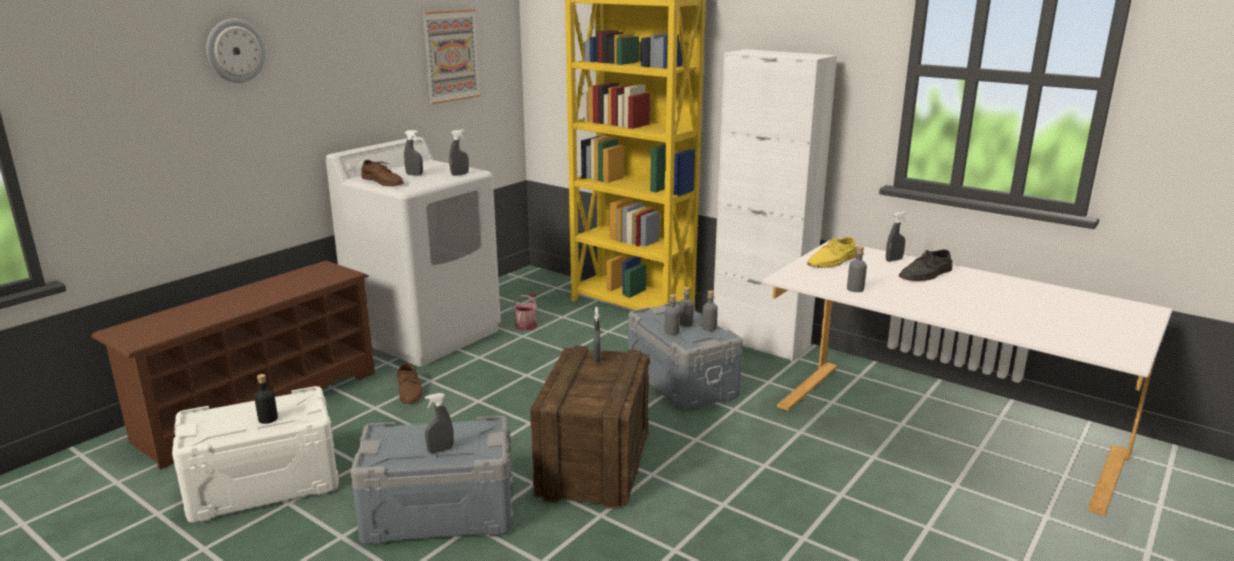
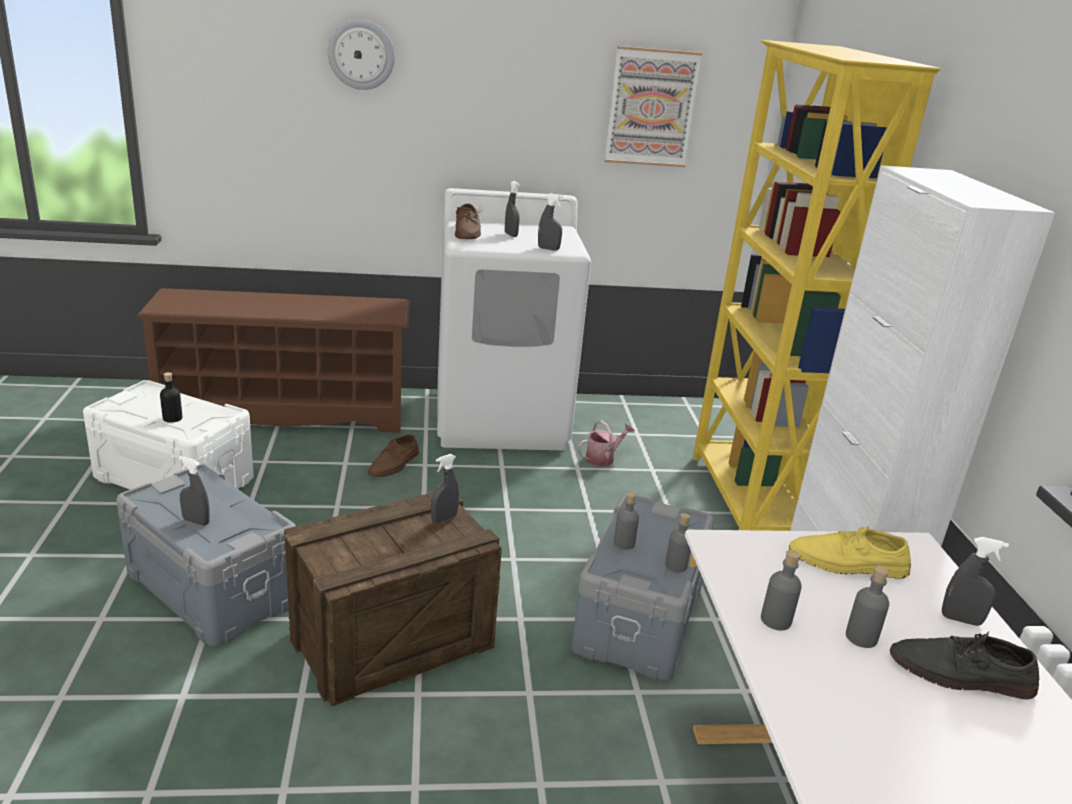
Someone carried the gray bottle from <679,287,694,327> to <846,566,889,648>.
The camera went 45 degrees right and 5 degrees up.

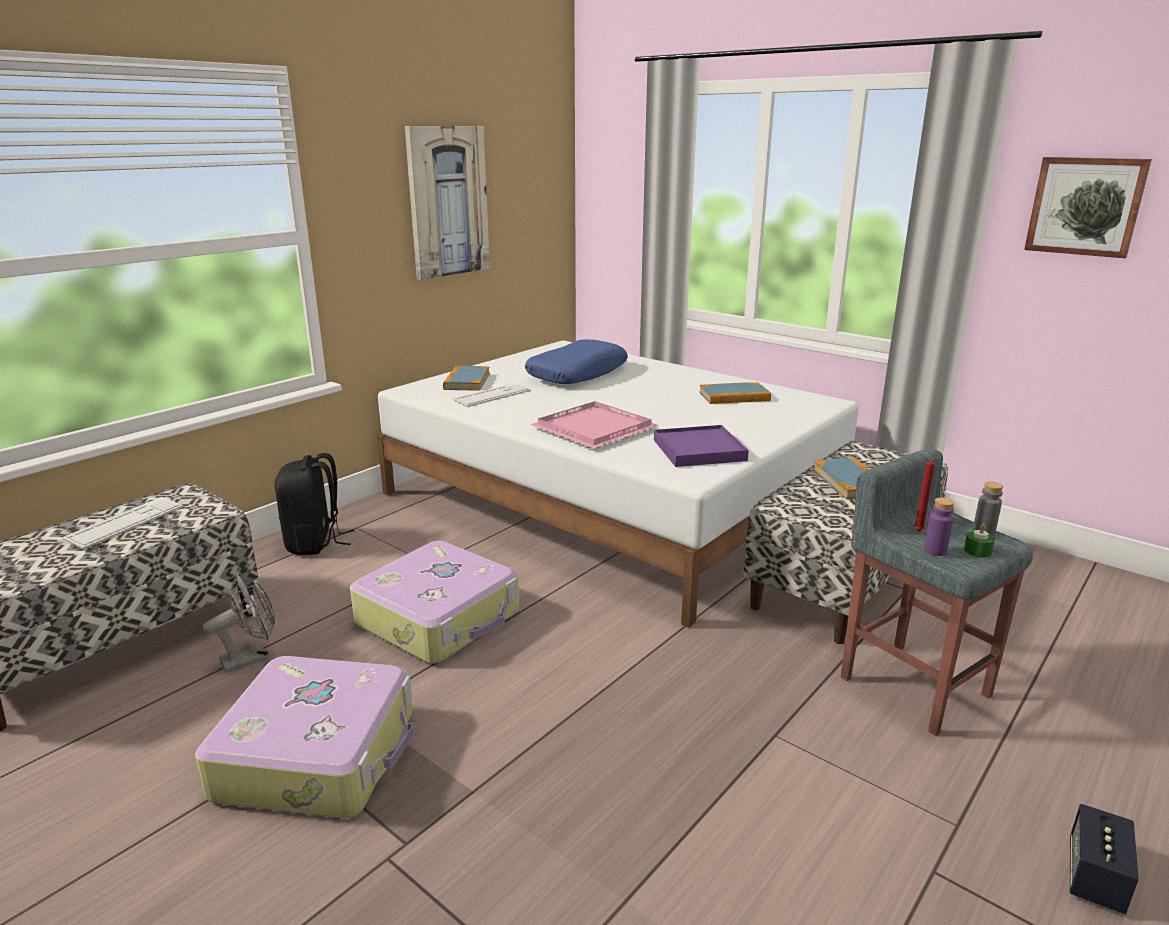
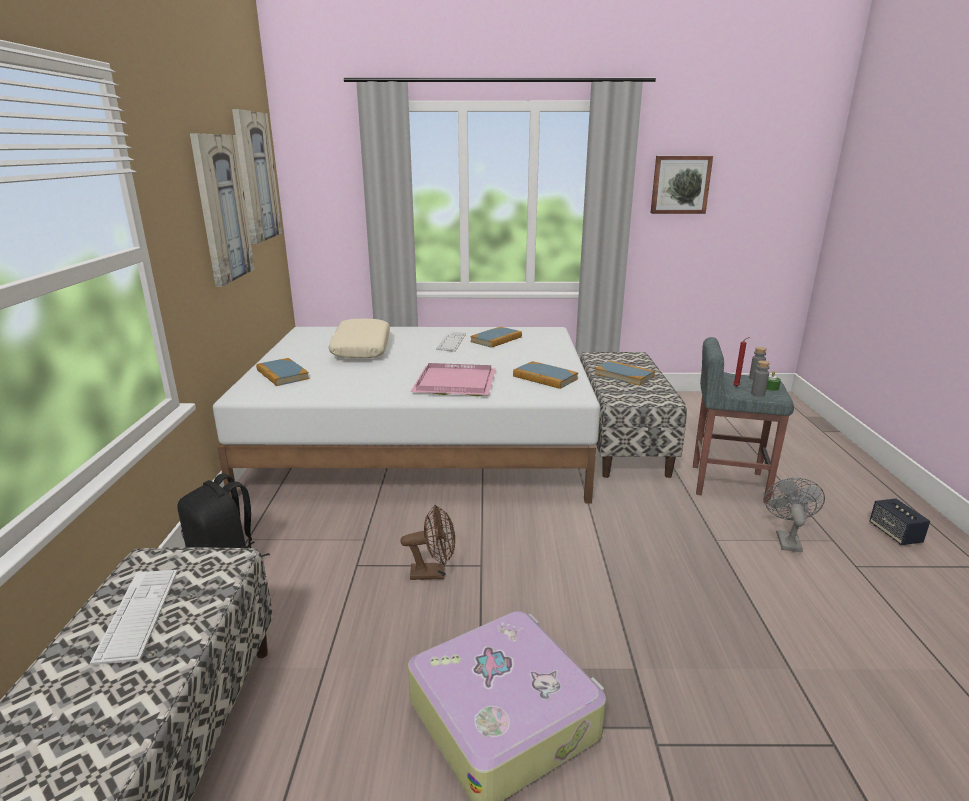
Someone put up the picture at <232,109,282,244>.
Someone repainted the blue pillow at <525,340,628,384>, which became the beige pillow at <329,319,390,358>.
Someone swapped the suitcase at <350,541,519,663> for the brown-coloured fan at <400,505,455,580>.
Someone carried the computer keyboard from <453,383,531,407> to <436,331,466,352>.
Someone swapped the purple-coloured tray at <654,425,749,467> for the volume at <513,361,578,389>.
Someone repainted the purple-coloured bottle at <924,497,954,556>, which became the gray bottle at <751,360,770,396>.
Someone carried the gray fan from <203,575,275,673> to <764,478,825,552>.
The camera went 40 degrees left and 0 degrees up.

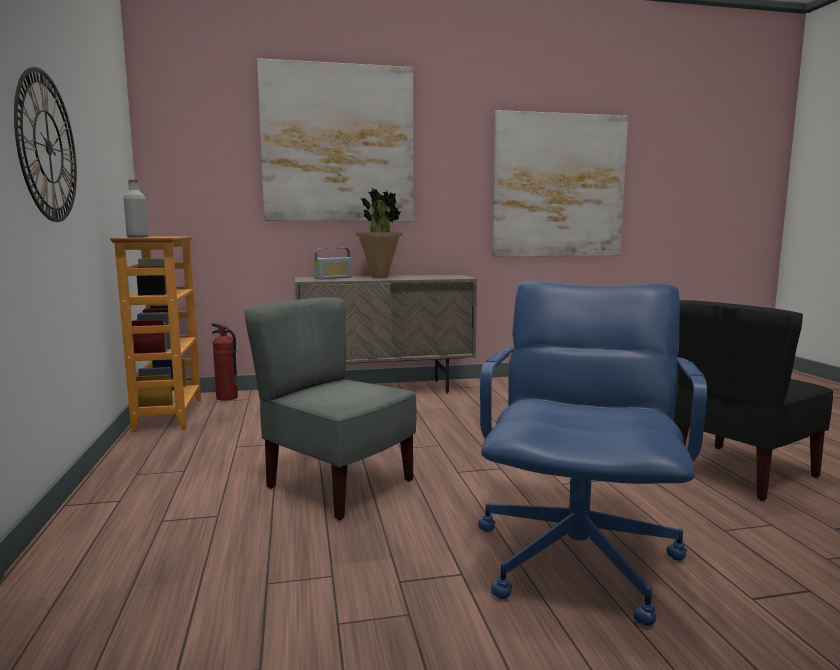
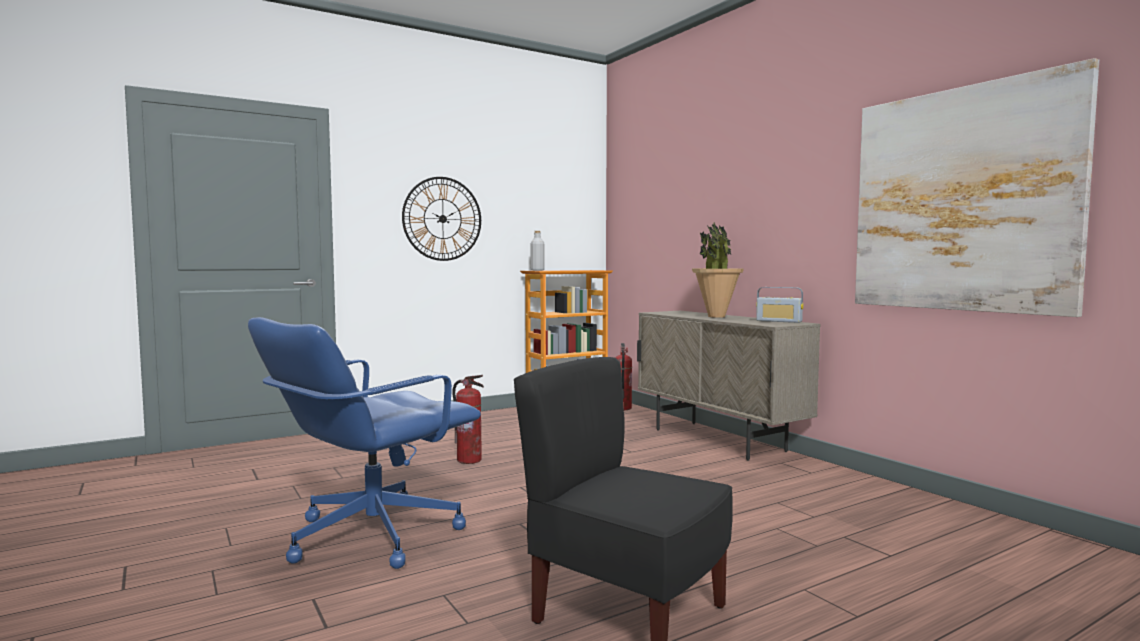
Someone rotated the blue desk chair at <478,281,707,626> by 135 degrees clockwise.
Someone swapped the gray chair at <244,297,417,520> for the fire extinguisher at <452,375,484,464>.
Someone carried the radio set from <314,248,352,280> to <756,287,804,323>.
Someone took away the picture at <257,58,413,221>.
The camera went 70 degrees right and 5 degrees down.

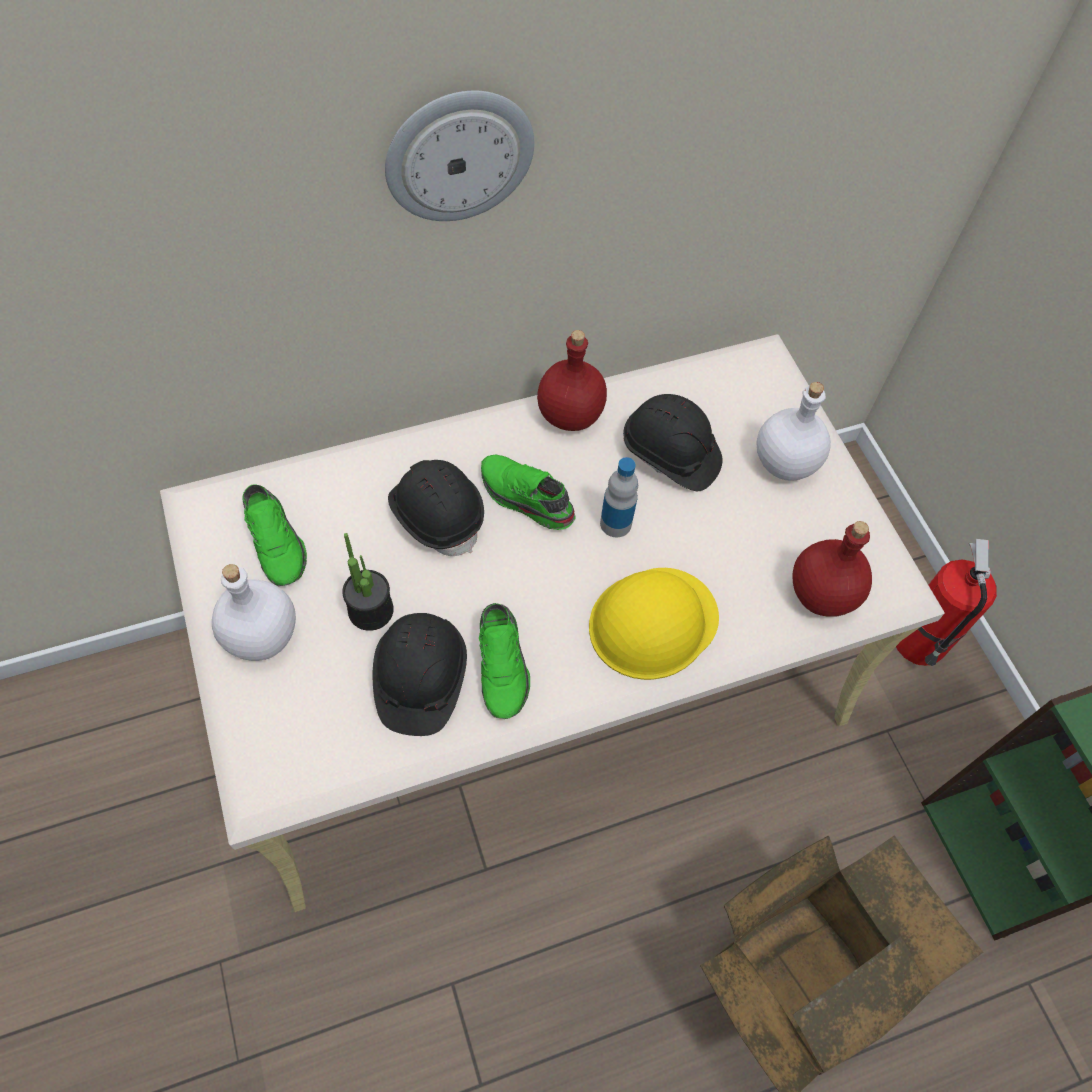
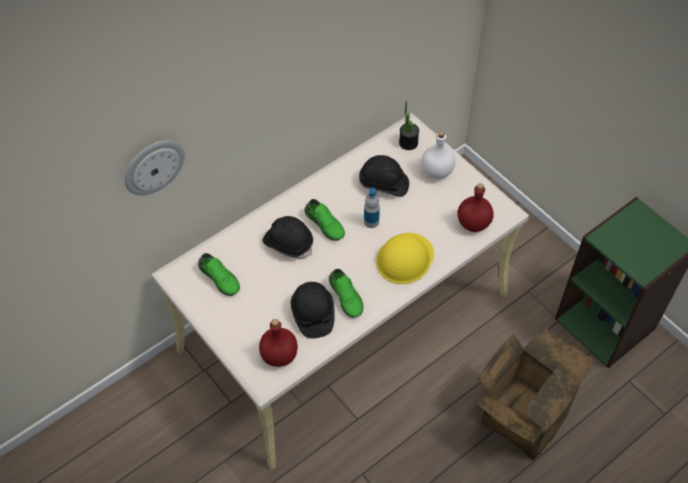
Someone carried the hanging clock from <385,91,534,221> to <124,140,185,195>.
Someone carried the reddish bottle from <537,330,607,431> to <259,319,298,367>.
Someone rotated the green item of footwear at <481,455,576,530> by 150 degrees counterclockwise.
Someone carried the houseplant from <342,533,394,631> to <399,101,419,150>.
Someone took away the white-coloured bottle at <212,564,296,661>.
Someone took away the fire extinguisher at <896,539,997,666>.
The camera went 15 degrees left and 5 degrees down.

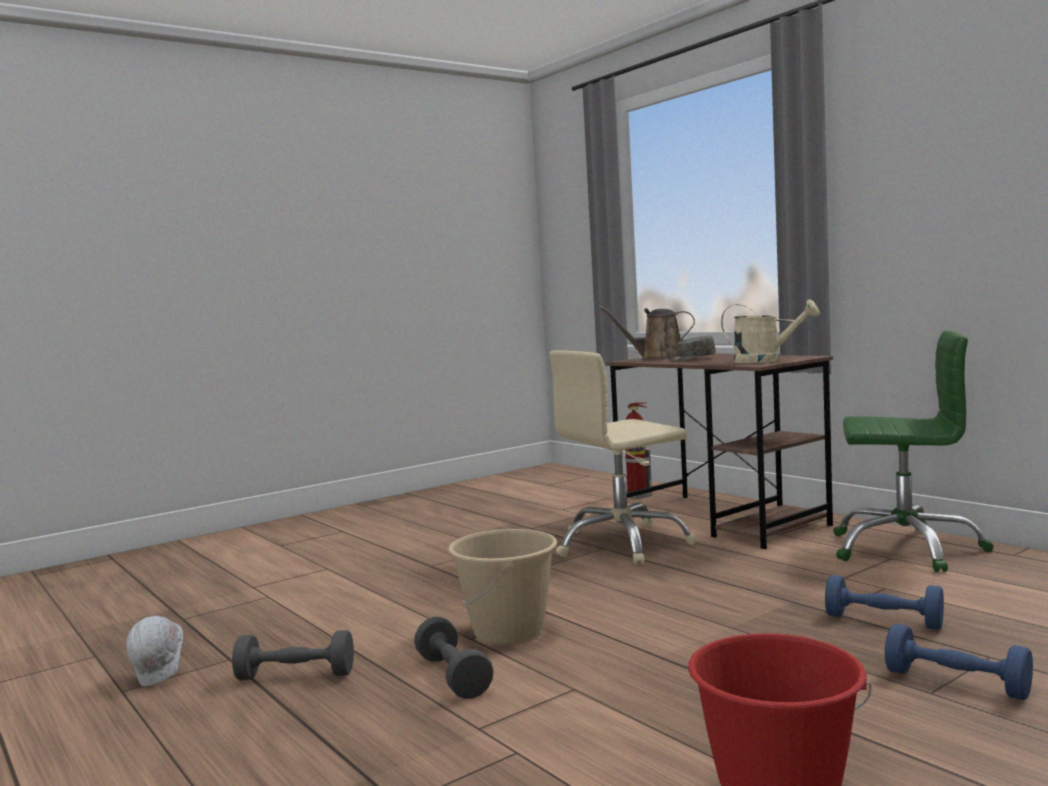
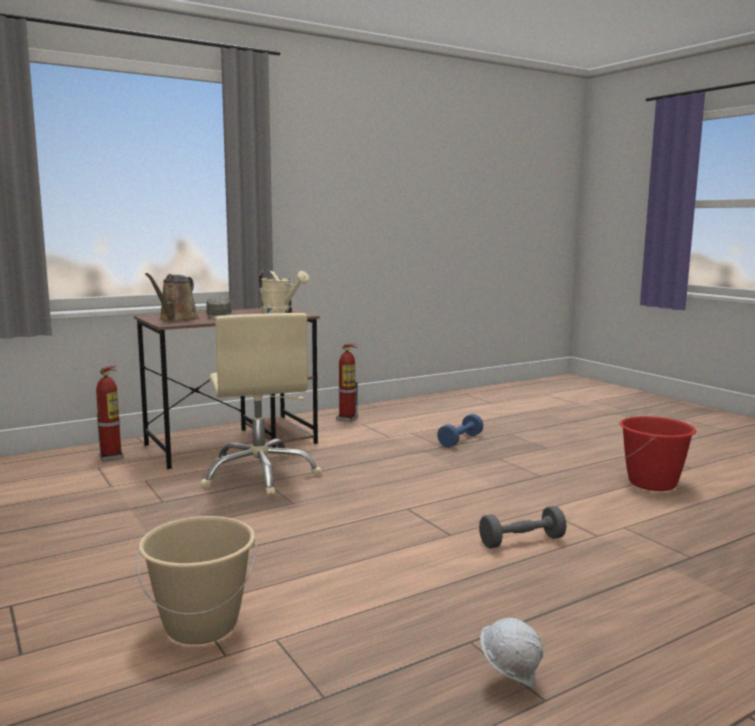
Someone carried the beige water bucket from <448,529,557,645> to <136,516,257,645>.
Someone rotated the beige watering pot at <721,299,820,363> by 105 degrees clockwise.
Someone swapped the green desk chair at <833,331,994,572> for the fire extinguisher at <336,344,358,422>.
Someone took away the gray dumbbell at <232,630,354,680>.
Someone took away the blue dumbbell at <885,624,1033,700>.
The camera went 85 degrees left and 5 degrees up.

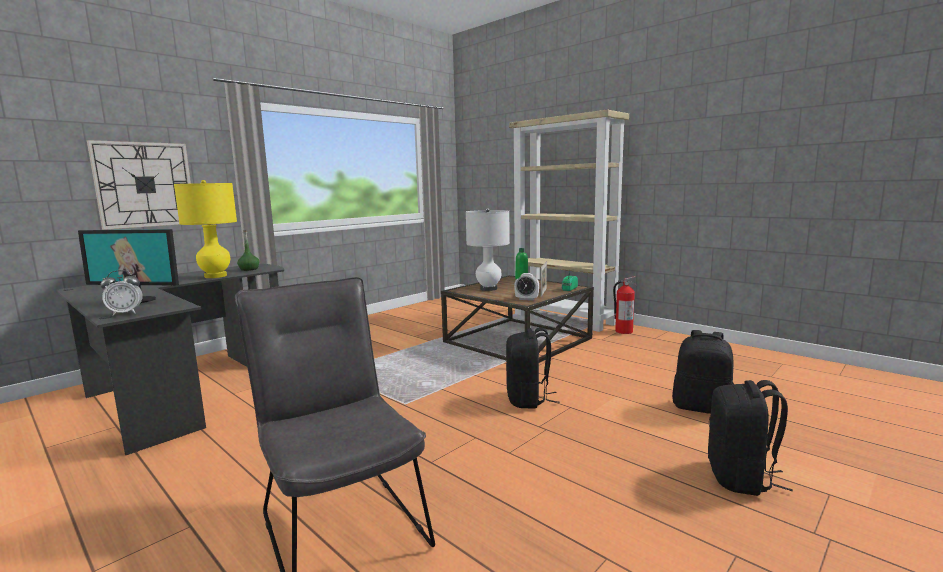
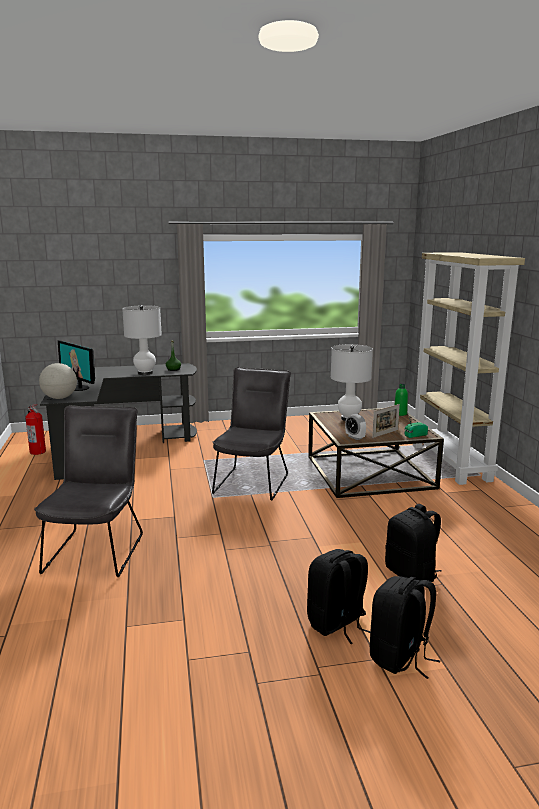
Someone carried the fire extinguisher from <613,276,636,334> to <25,404,46,455>.
Someone swapped the alarm clock at <100,270,143,316> for the globe at <39,363,77,399>.
Someone repainted the yellow-coloured lamp for a table at <174,180,237,278>, which became the white-coloured lamp for a table at <122,305,162,375>.
Someone put down the gray chair at <212,367,291,501>.
Someone carried the black knapsack from <506,327,559,409> to <370,576,440,679>.
Someone took away the hanging clock at <87,140,191,230>.
The camera went 35 degrees right and 5 degrees up.

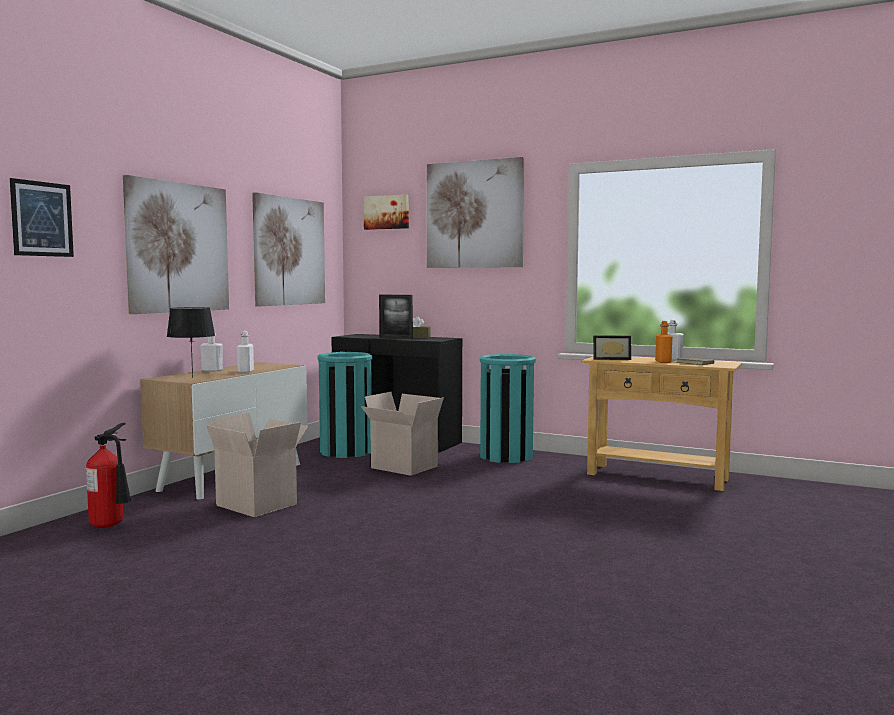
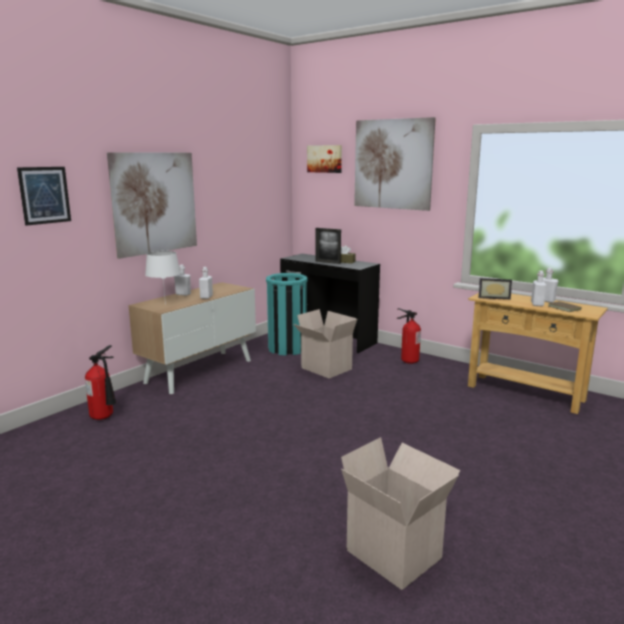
Someone repainted the black lamp for a table at <167,307,215,378>, which became the white-coloured lamp for a table at <145,251,181,304>.
Someone carried the packing box from <206,413,309,517> to <341,437,460,590>.
Someone swapped the turquoise trash can at <480,354,536,463> for the fire extinguisher at <397,308,421,364>.
Someone repainted the orange-coloured bottle at <655,321,672,363>, which became the white-coloured bottle at <531,270,547,306>.
Someone took away the picture at <252,192,325,306>.
The camera went 10 degrees right and 10 degrees up.

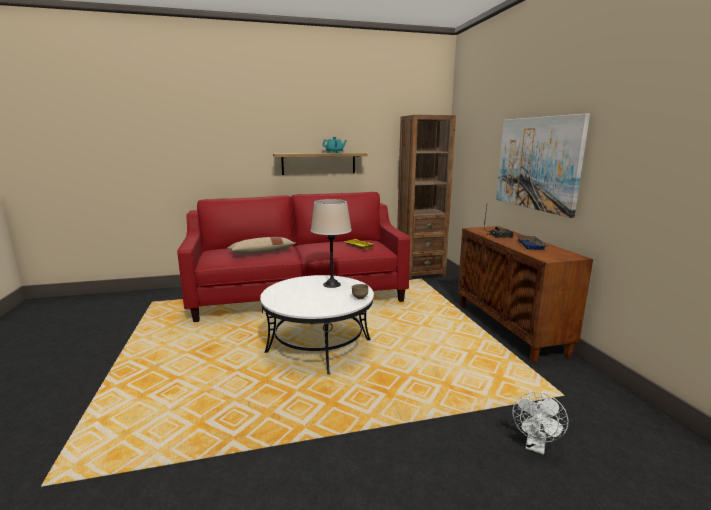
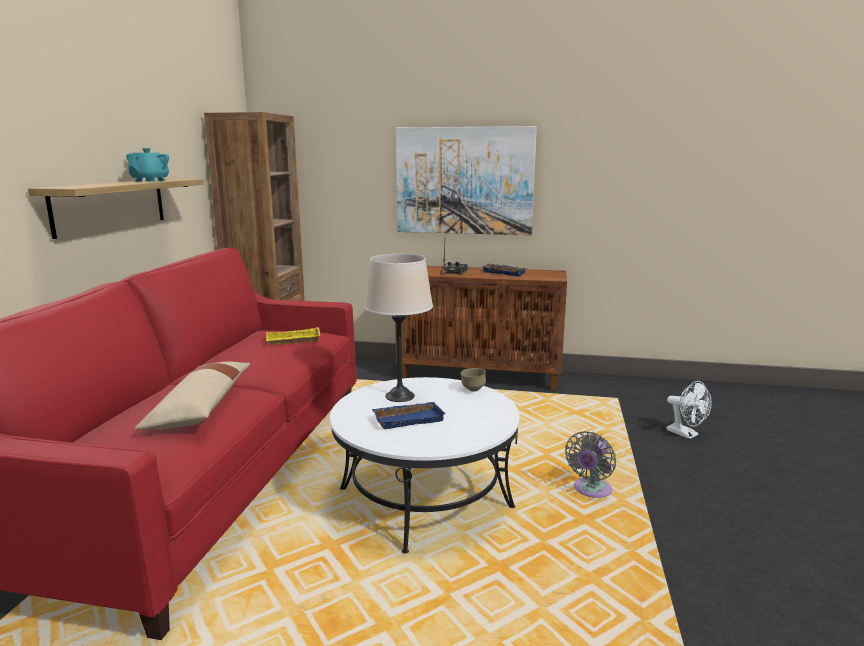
Someone put down the blue tray at <372,402,446,429>.
Someone put down the gray fan at <565,431,616,498>.
The camera went 65 degrees left and 0 degrees up.

